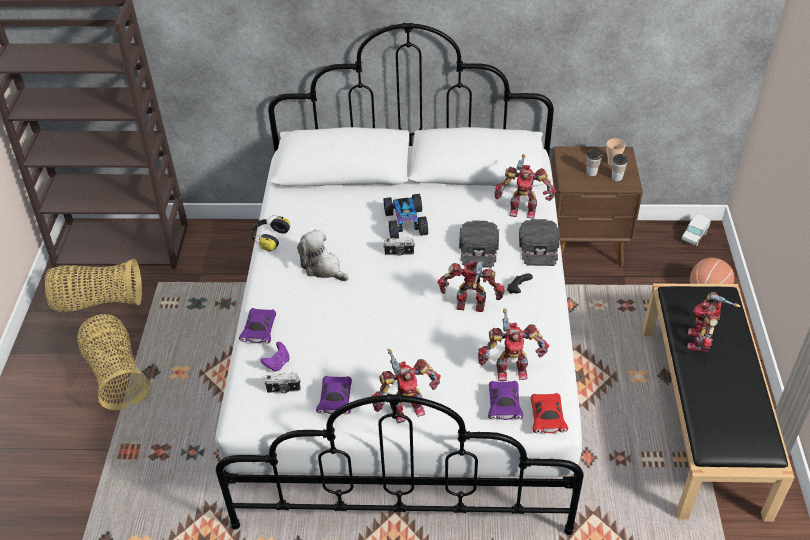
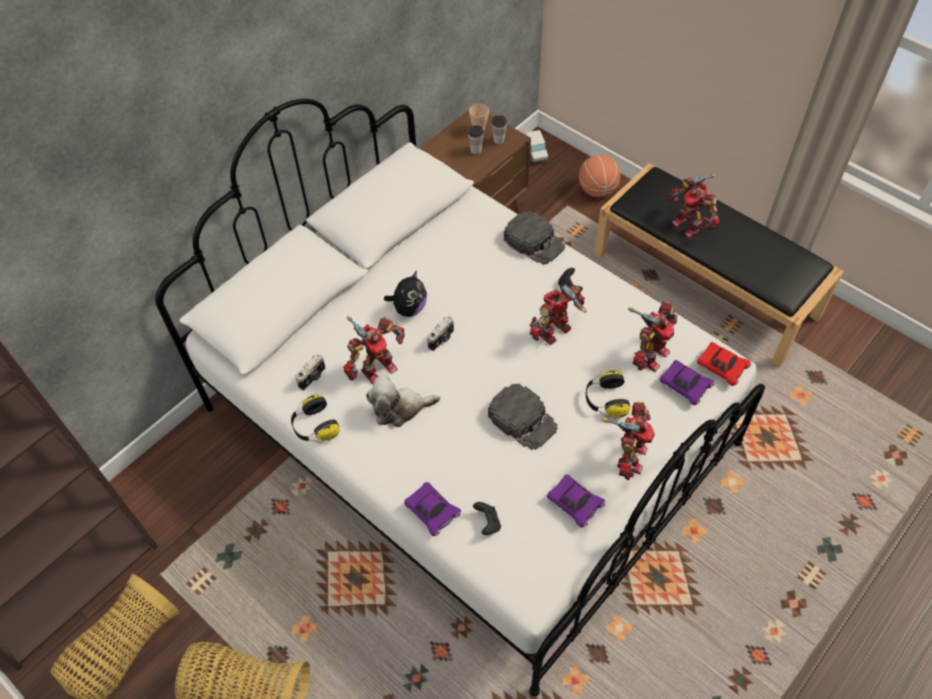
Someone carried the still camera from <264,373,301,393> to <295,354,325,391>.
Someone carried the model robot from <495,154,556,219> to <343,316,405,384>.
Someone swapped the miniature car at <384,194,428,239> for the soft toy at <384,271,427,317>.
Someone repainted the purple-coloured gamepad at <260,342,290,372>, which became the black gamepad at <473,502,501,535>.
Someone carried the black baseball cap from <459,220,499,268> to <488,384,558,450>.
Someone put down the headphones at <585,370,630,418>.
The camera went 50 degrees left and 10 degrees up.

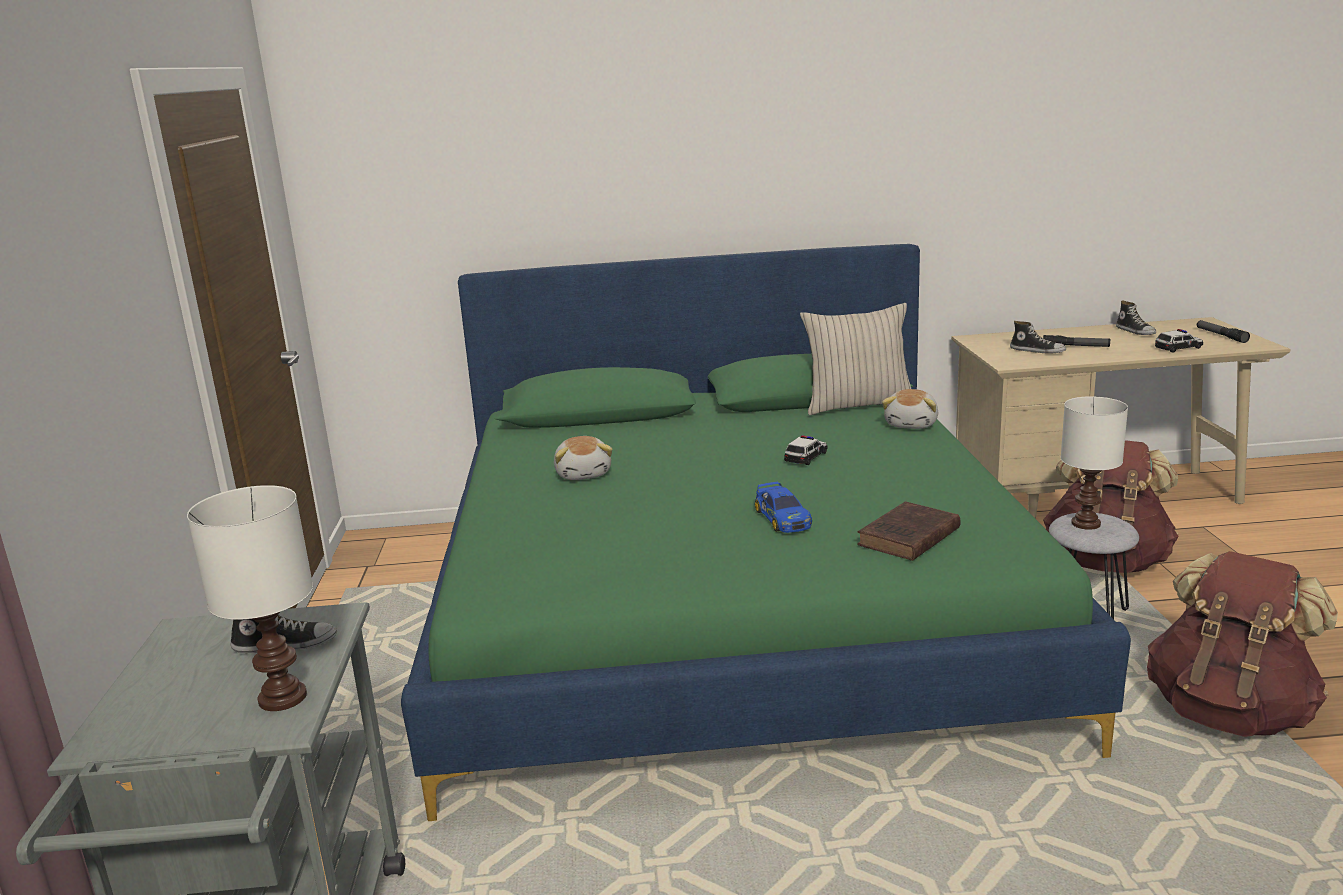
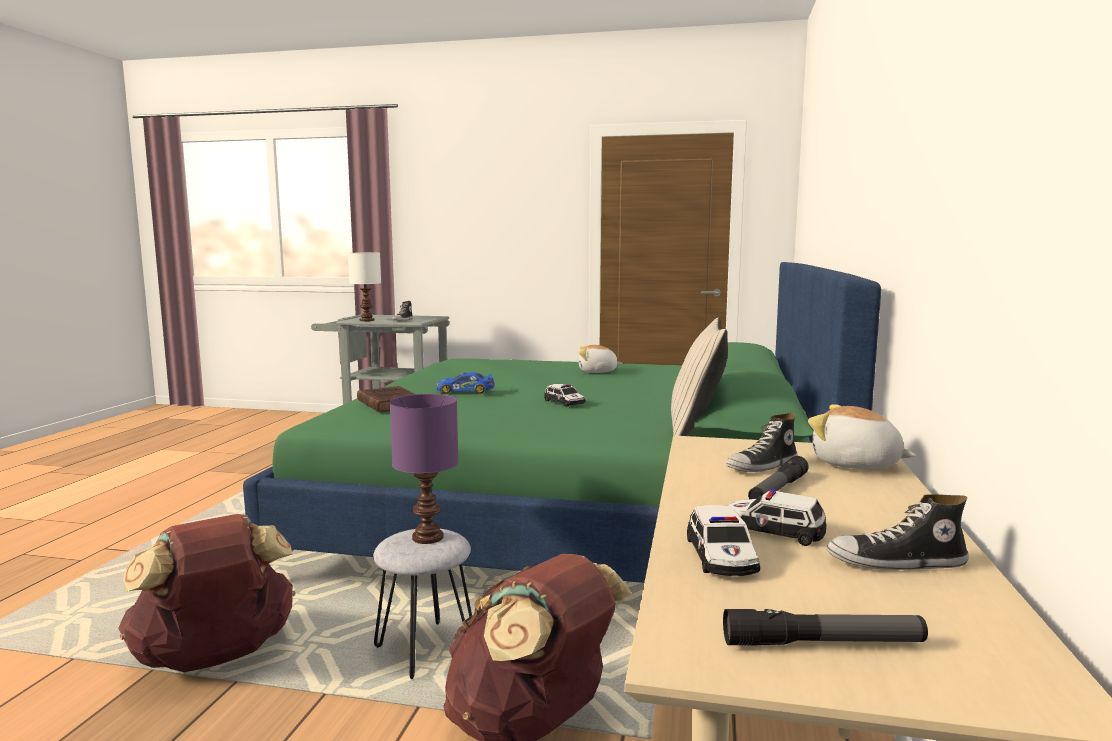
Someone repainted the white-coloured lamp for a table at <1061,396,1128,530>, which became the purple-coloured lamp for a table at <390,394,459,544>.
Someone put down the miniature car at <727,488,826,546>.
Someone carried the soft toy from <882,389,938,429> to <808,404,916,470>.
The camera went 105 degrees right and 10 degrees down.

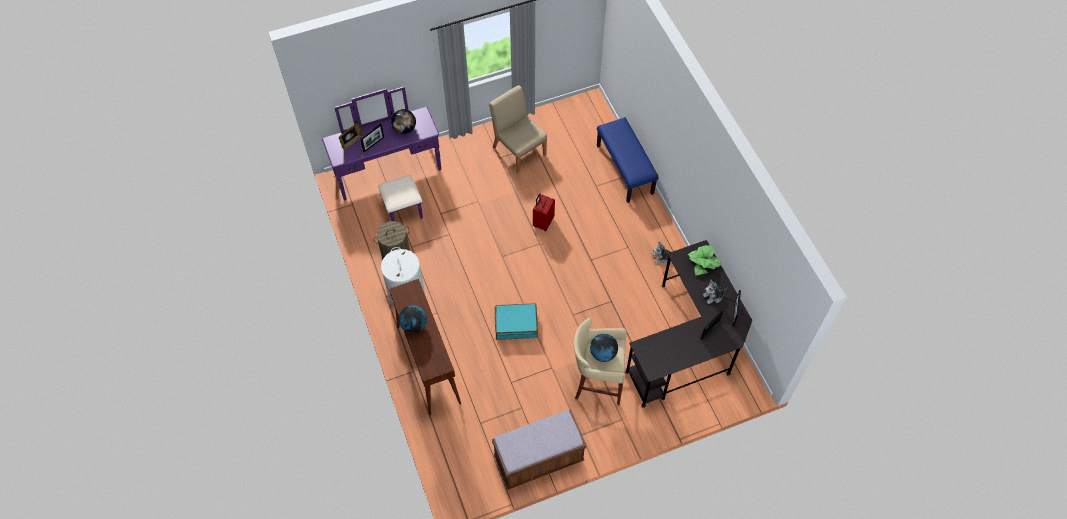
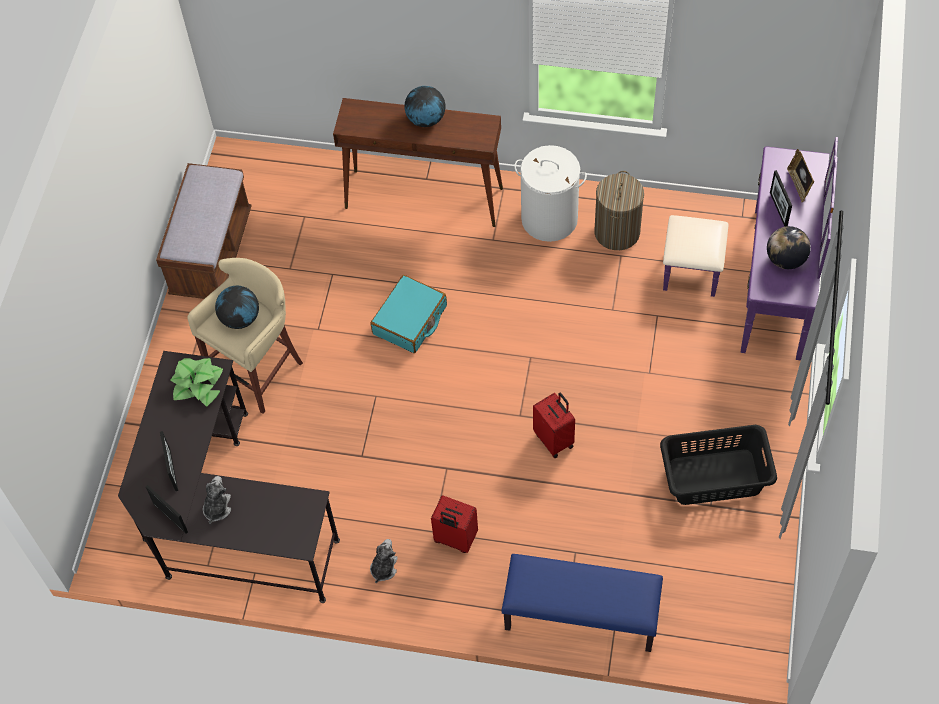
Someone carried the houseplant from <688,245,721,275> to <170,358,223,407>.
Someone put down the reddish suitcase at <431,495,478,553>.
Someone swapped the beige chair at <489,85,547,173> for the black washing basket at <660,425,777,505>.
The camera went 125 degrees right and 0 degrees up.

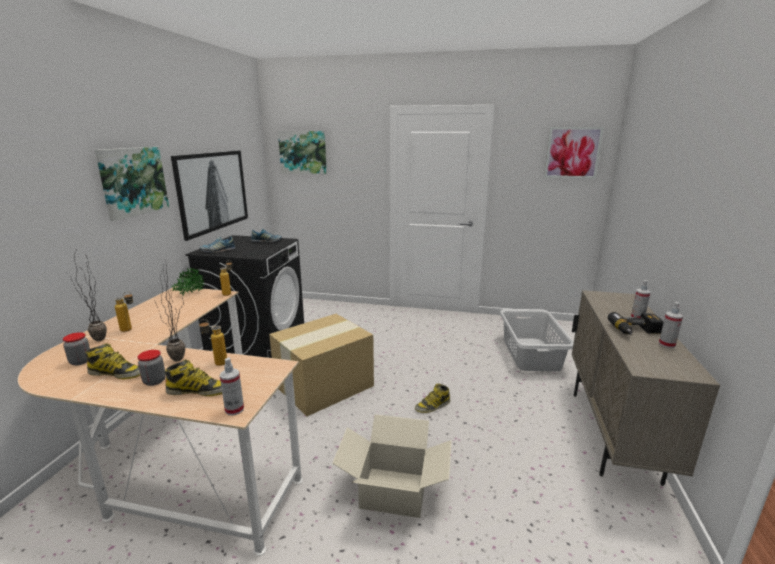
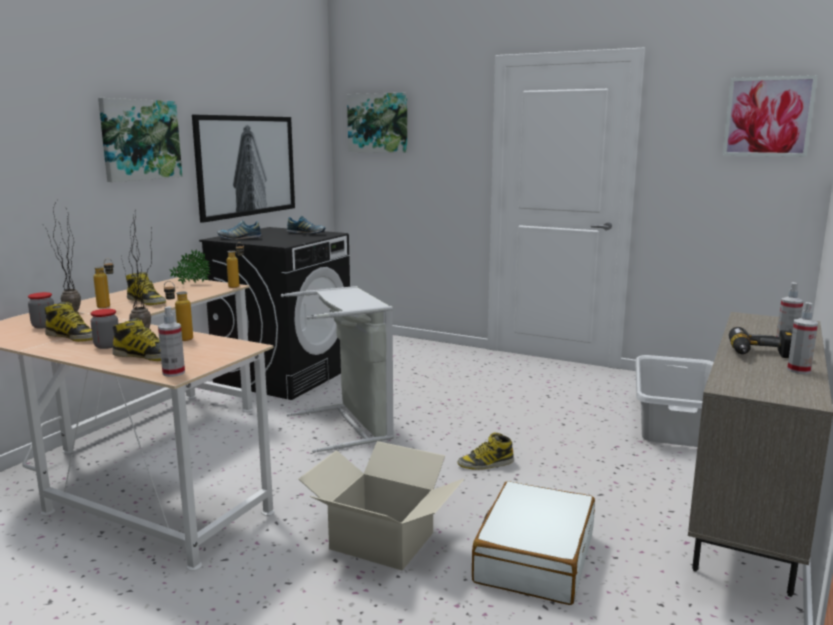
Someone put down the high-top boot at <126,272,166,305>.
Someone swapped the packing box at <269,314,374,416> for the gray washing basket at <281,286,394,453>.
Someone put down the white-coloured suitcase at <472,481,595,605>.
The camera went 15 degrees right and 5 degrees down.

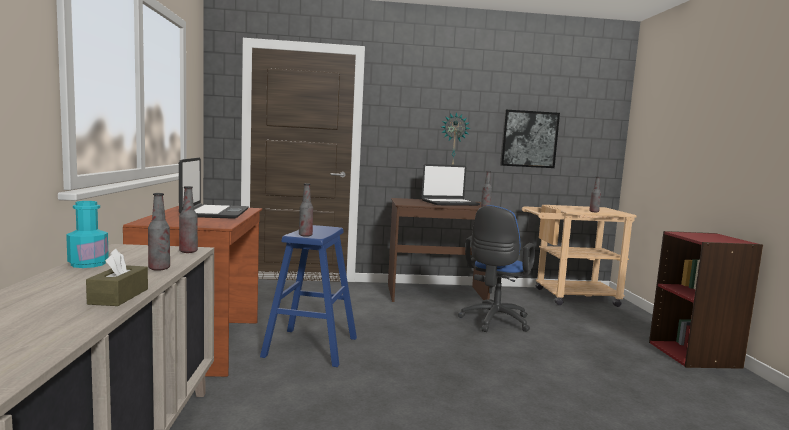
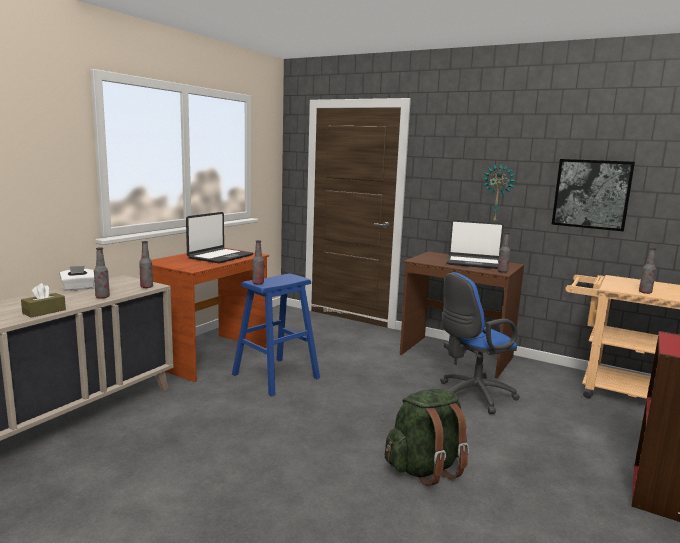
Someone swapped the turquoise bottle at <66,201,109,268> for the white-coloured box of tissues at <60,266,94,291>.
Someone put down the green knapsack at <385,389,469,486>.
The camera went 35 degrees right and 5 degrees up.

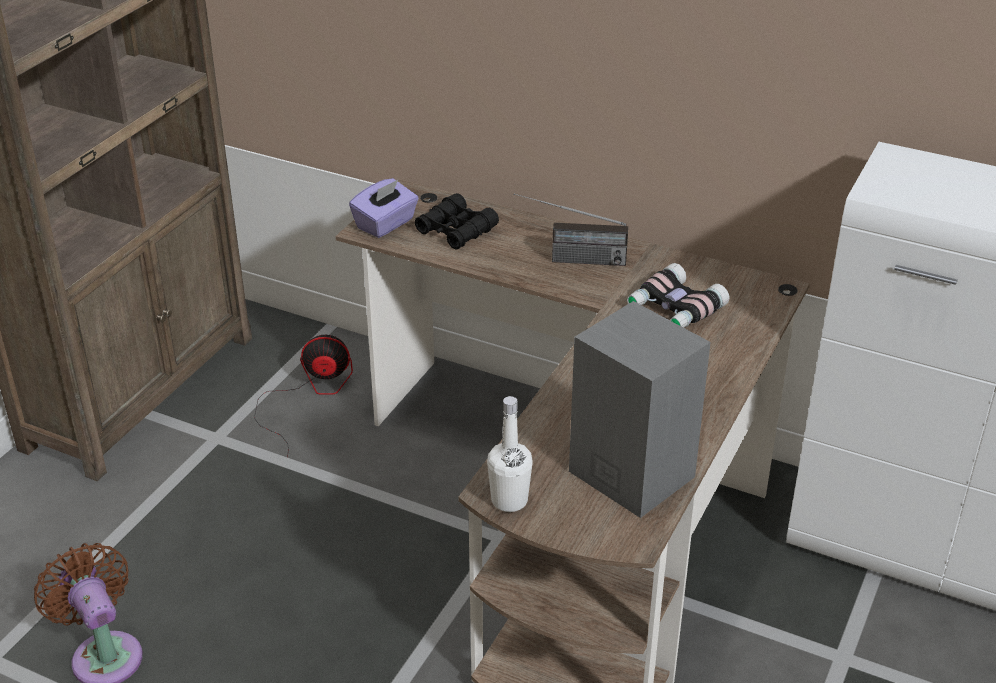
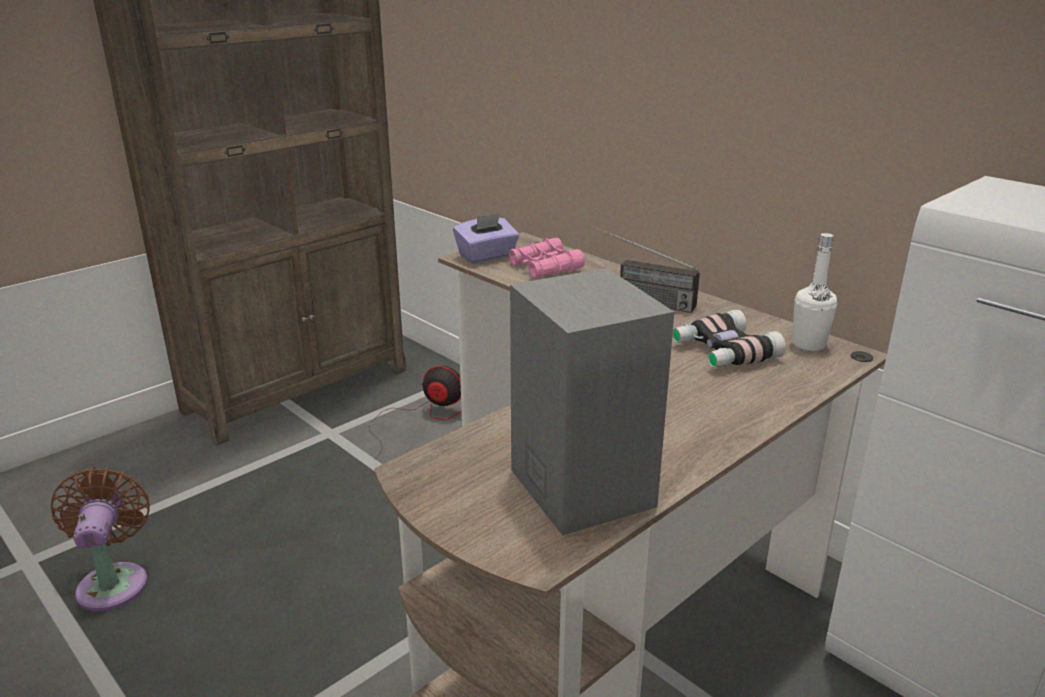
Someone repainted the black pair of binoculars at <415,193,499,249>, which became the pink-coloured pair of binoculars at <509,238,585,279>.
Someone carried the white-coloured bottle from <487,396,533,512> to <792,233,837,351>.
The camera went 20 degrees right and 10 degrees down.

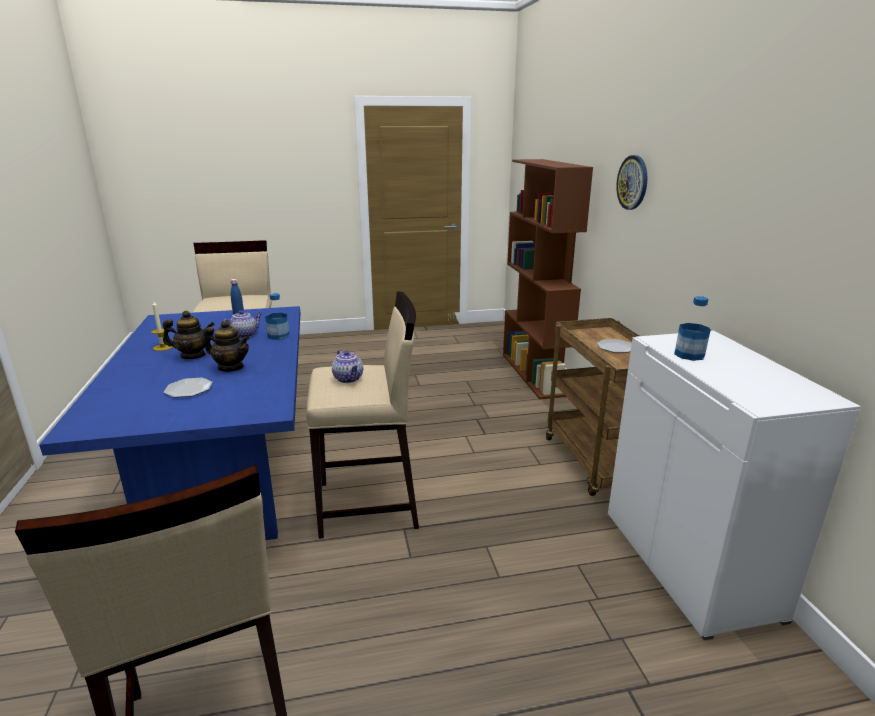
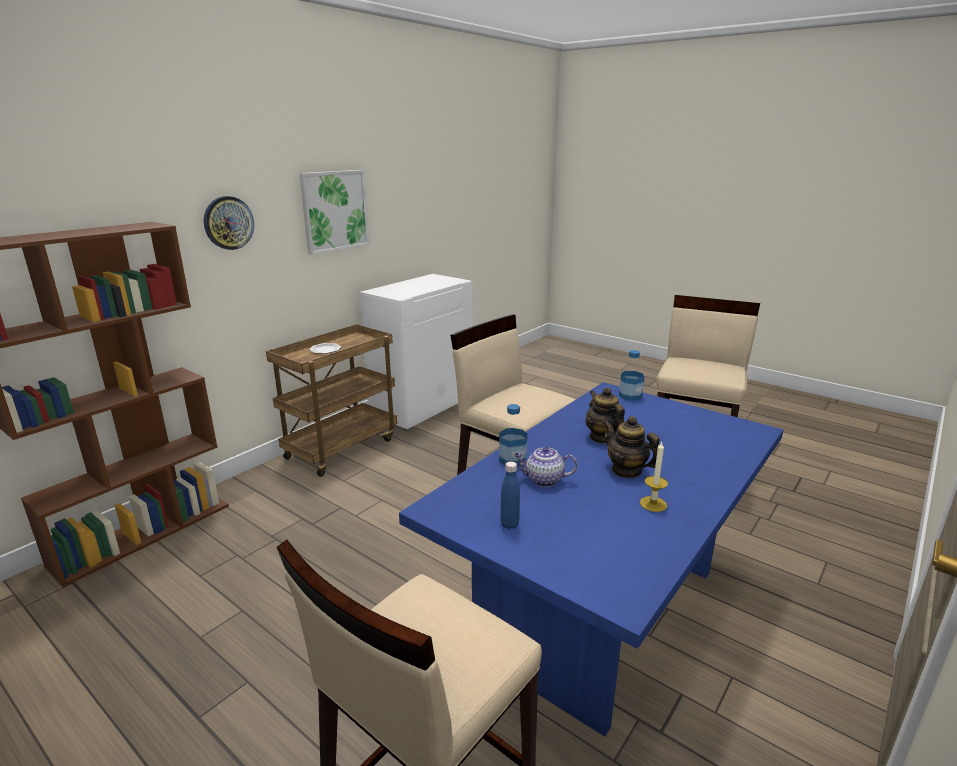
Someone put up the picture at <299,170,370,255>.
Someone carried the bottle from <674,296,711,361> to <619,350,645,401>.
Someone took away the flat dish at <164,378,213,398>.
Someone took away the tea pot at <332,350,363,383>.
The camera went 130 degrees left and 0 degrees up.

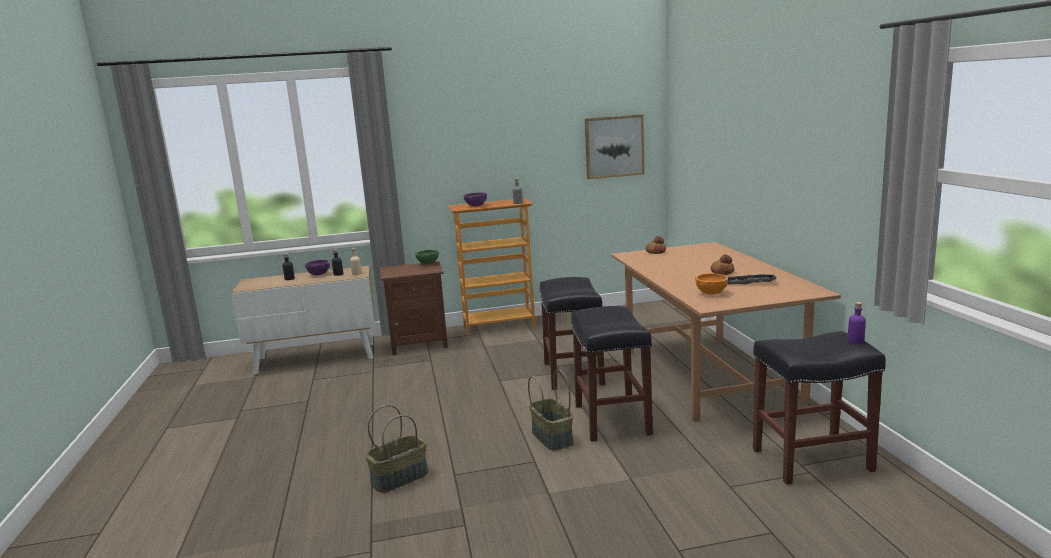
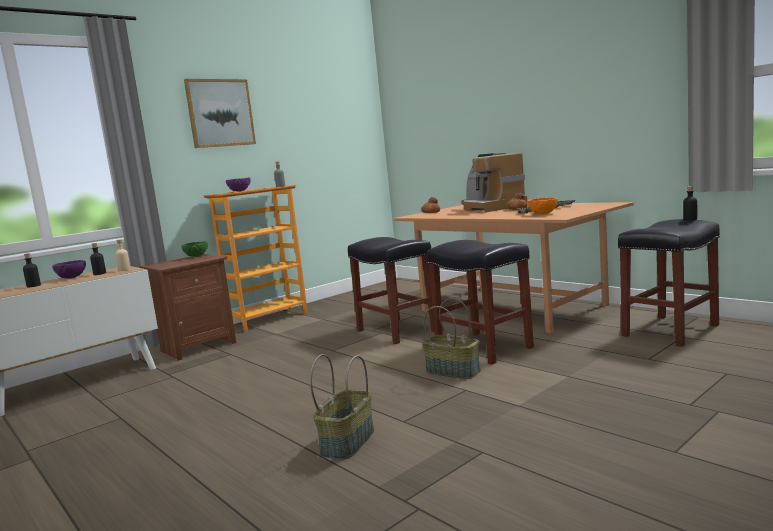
Someone carried the picture from <585,114,645,179> to <184,79,256,148>.
Someone put down the coffee brewer at <461,153,527,213>.
Someone repainted the purple-coloured bottle at <848,302,866,344>, which became the black bottle at <683,186,697,221>.
The camera went 30 degrees left and 5 degrees down.

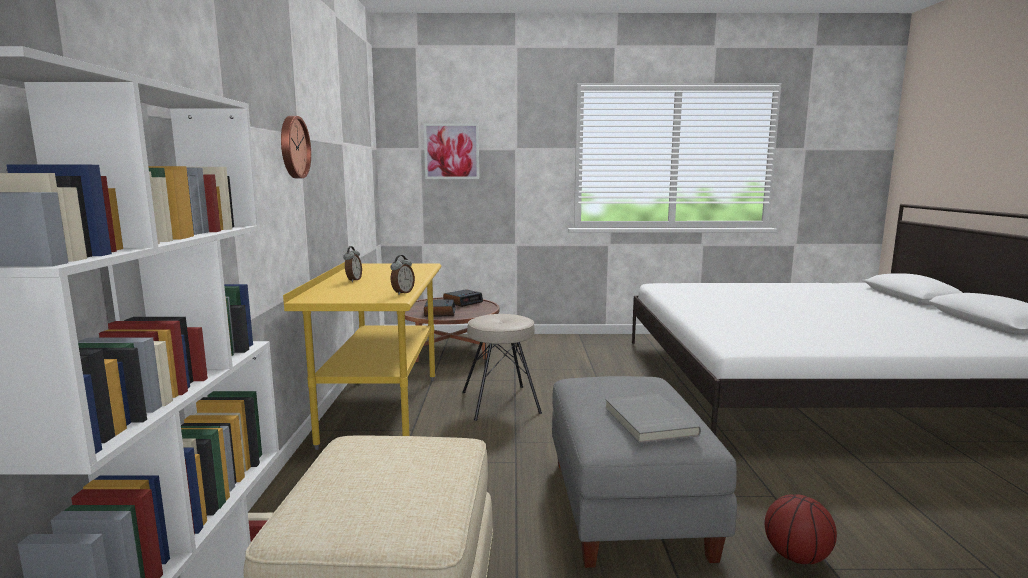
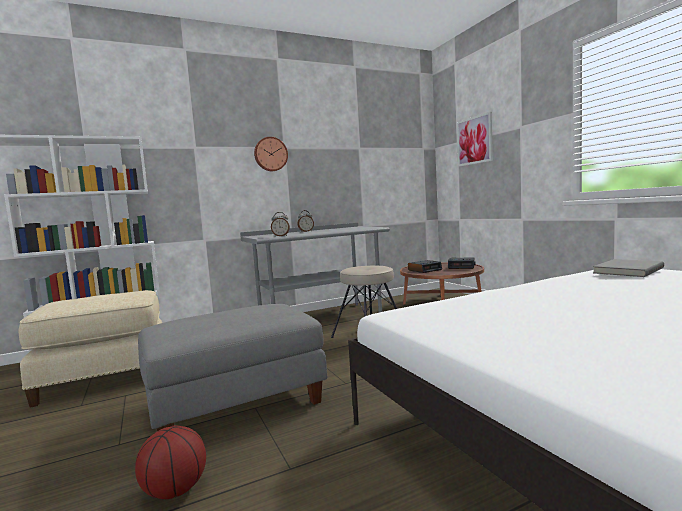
Someone repainted the yellow-coloured desk unit at <283,262,441,450>, which became the gray desk unit at <240,223,390,312>.
Someone carried the gray volume from <605,394,701,443> to <593,259,664,277>.
The camera went 65 degrees right and 5 degrees down.

